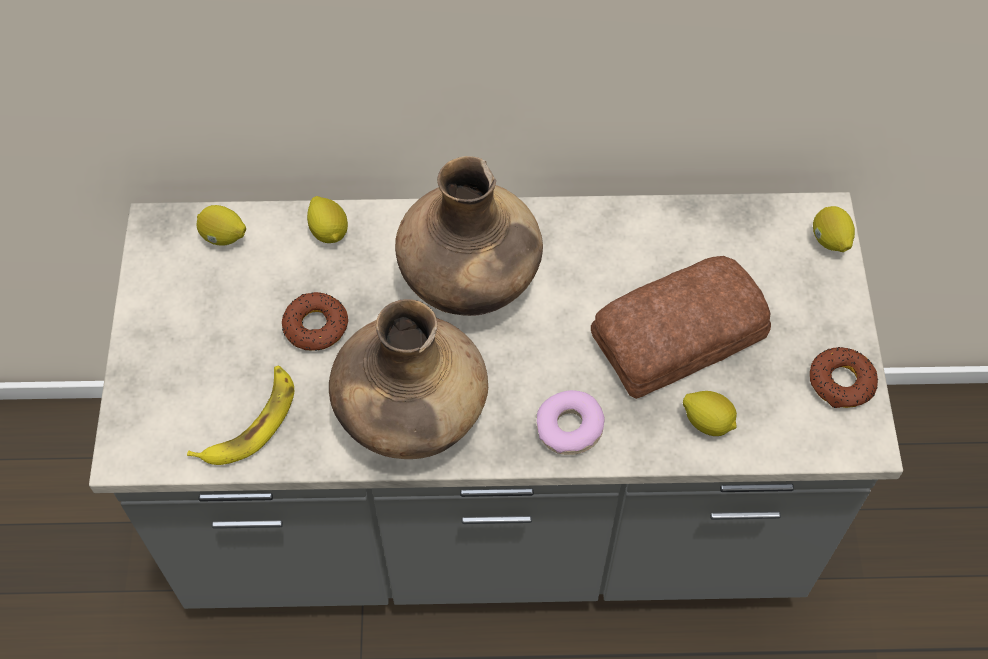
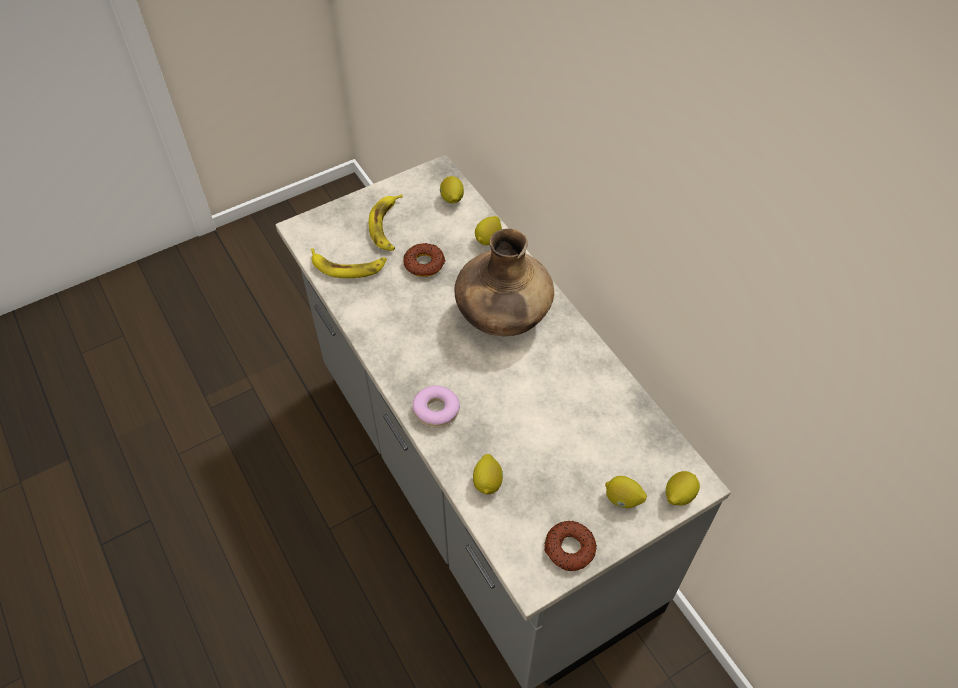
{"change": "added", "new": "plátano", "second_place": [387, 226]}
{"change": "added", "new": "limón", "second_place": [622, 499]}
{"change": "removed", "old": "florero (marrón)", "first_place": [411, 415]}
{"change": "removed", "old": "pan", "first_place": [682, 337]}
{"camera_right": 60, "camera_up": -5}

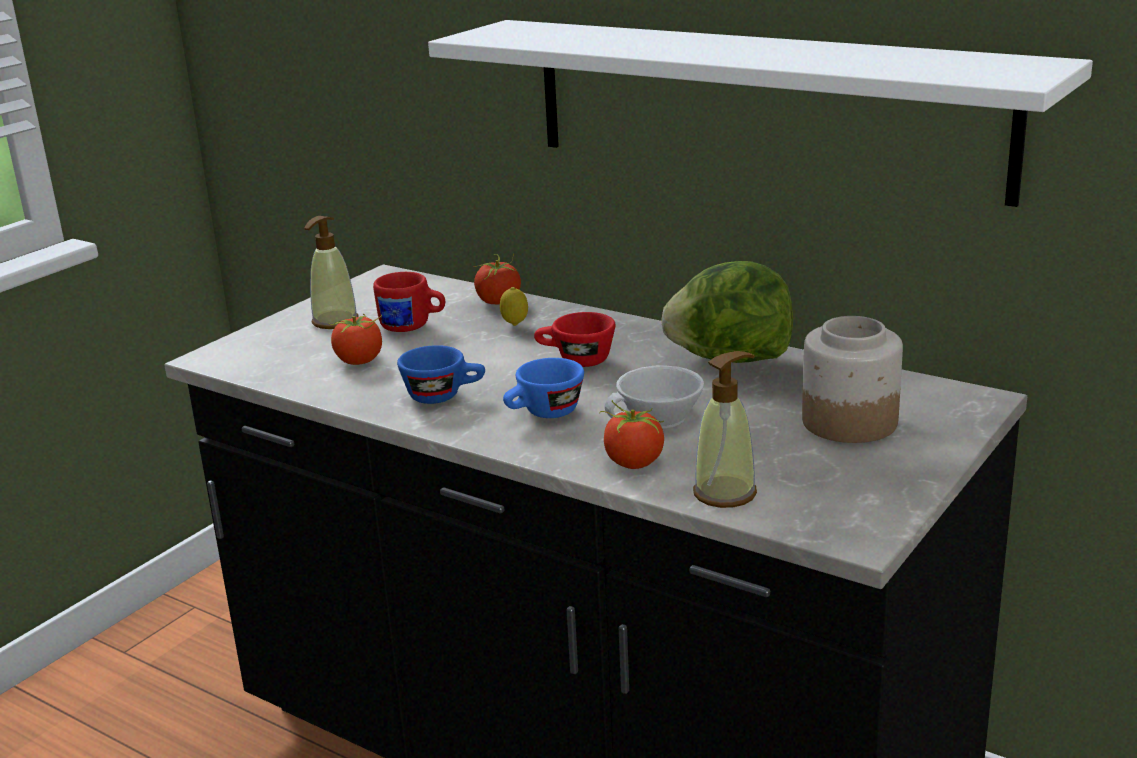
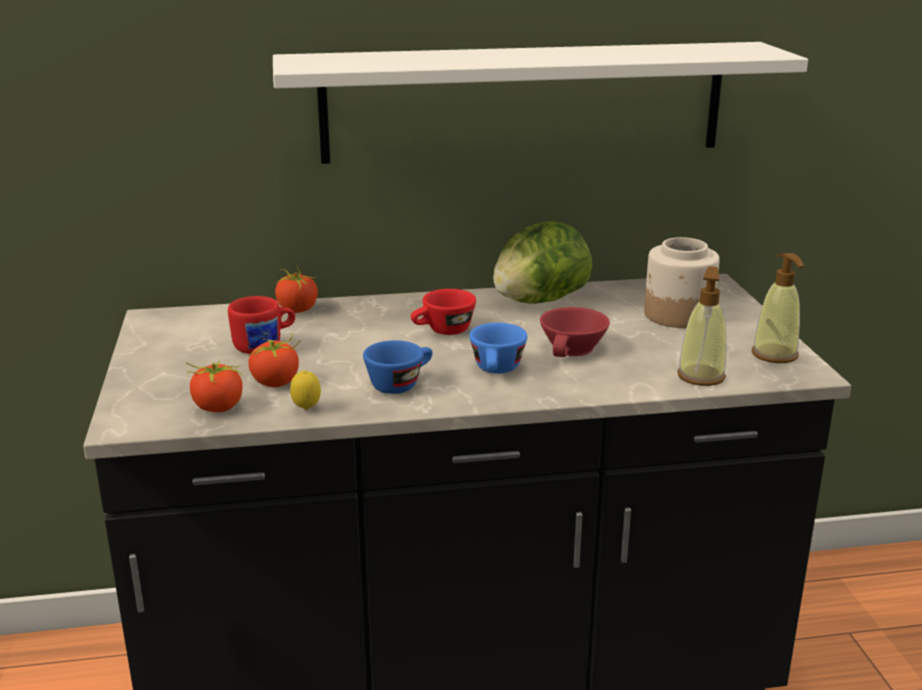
{"change": "moved", "old": "tomate", "first_place": [633, 463], "second_place": [218, 408]}
{"change": "moved", "old": "limón", "first_place": [515, 325], "second_place": [306, 409]}
{"change": "recoloured", "old": "taza (blanco)", "new": "taza (rojo)", "first_place": [659, 419], "second_place": [575, 349]}
{"change": "moved", "old": "dispensador de jabón", "first_place": [335, 321], "second_place": [774, 355]}
{"camera_right": -45, "camera_up": 0}

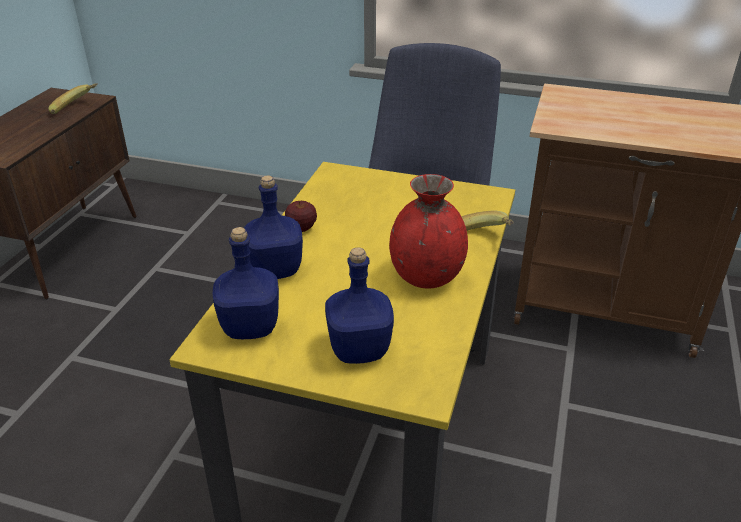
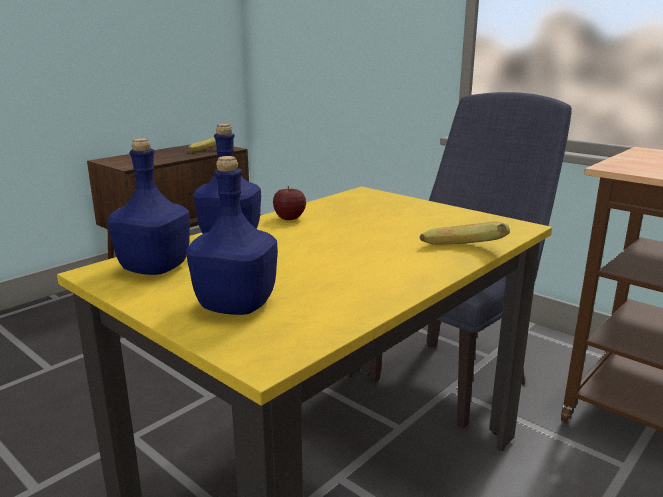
{"change": "removed", "old": "florero (rojo)", "first_place": [427, 277]}
{"camera_right": 25, "camera_up": -15}

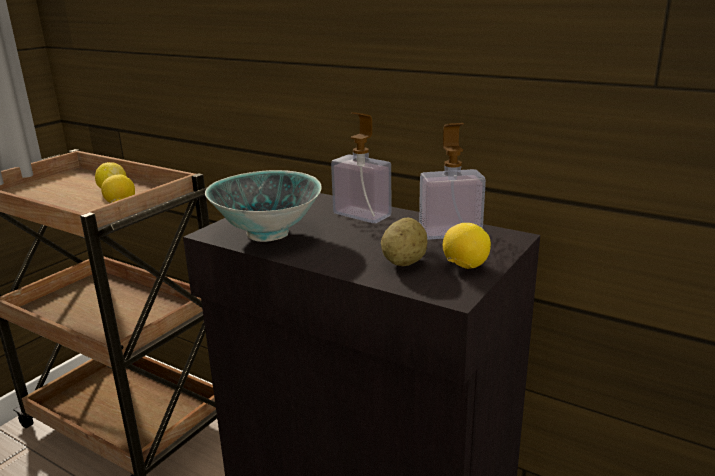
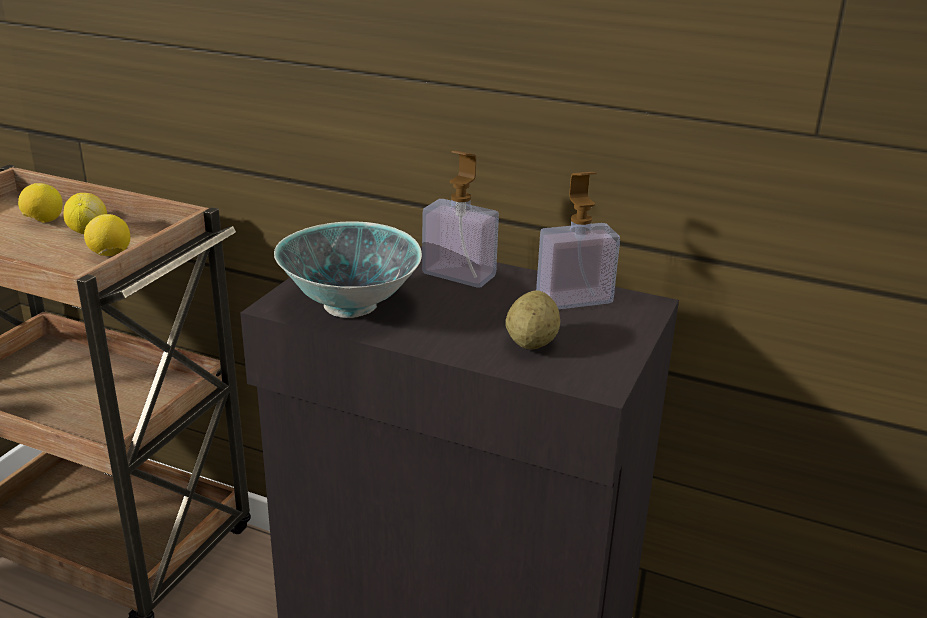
{"change": "moved", "old": "limón", "first_place": [465, 267], "second_place": [43, 221]}
{"camera_right": -10, "camera_up": 5}

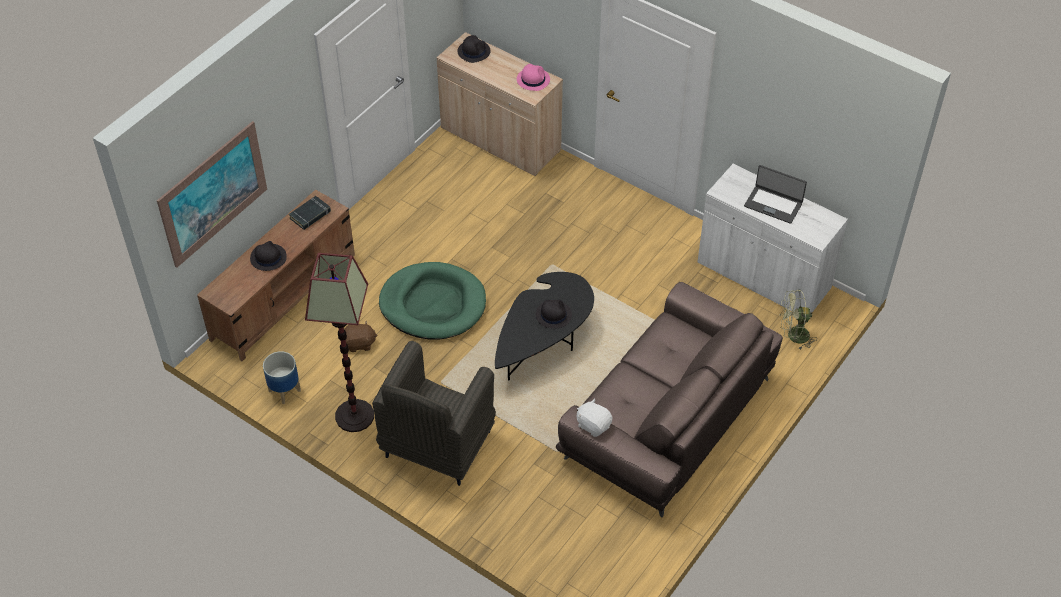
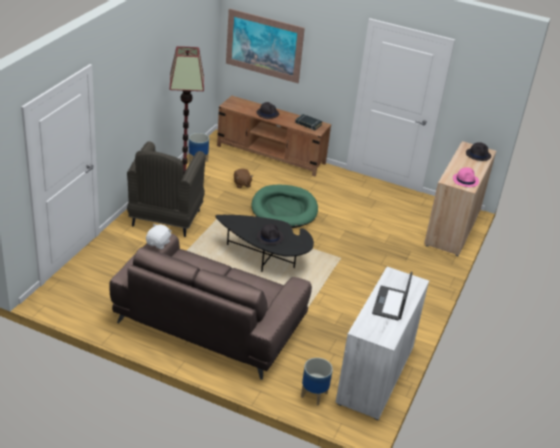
{"change": "turned", "old": "sillón (gris)", "first_place": [437, 446], "second_place": [165, 219], "degrees": -90}
{"change": "replaced", "old": "ventilador (verde)", "new": "maceta", "first_place": [793, 336], "second_place": [314, 395]}
{"camera_right": 75, "camera_up": -15}

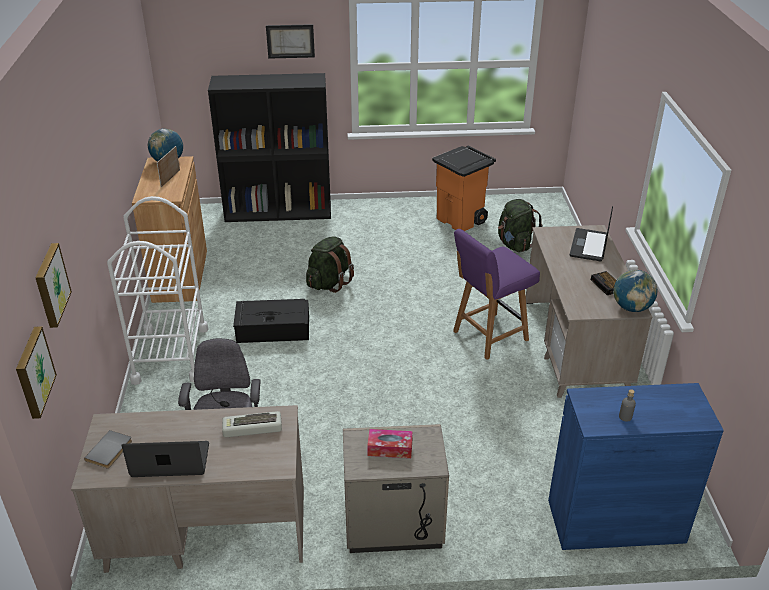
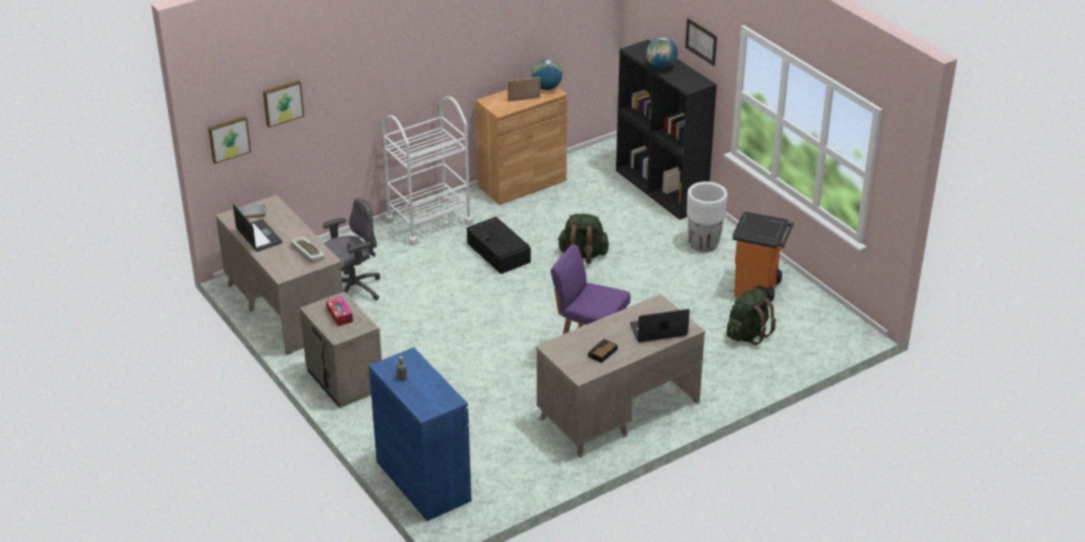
{"change": "moved", "old": "globo terráqueo", "first_place": [631, 308], "second_place": [661, 67]}
{"change": "added", "new": "maceta (blanco)", "second_place": [704, 244]}
{"camera_right": 60, "camera_up": 0}

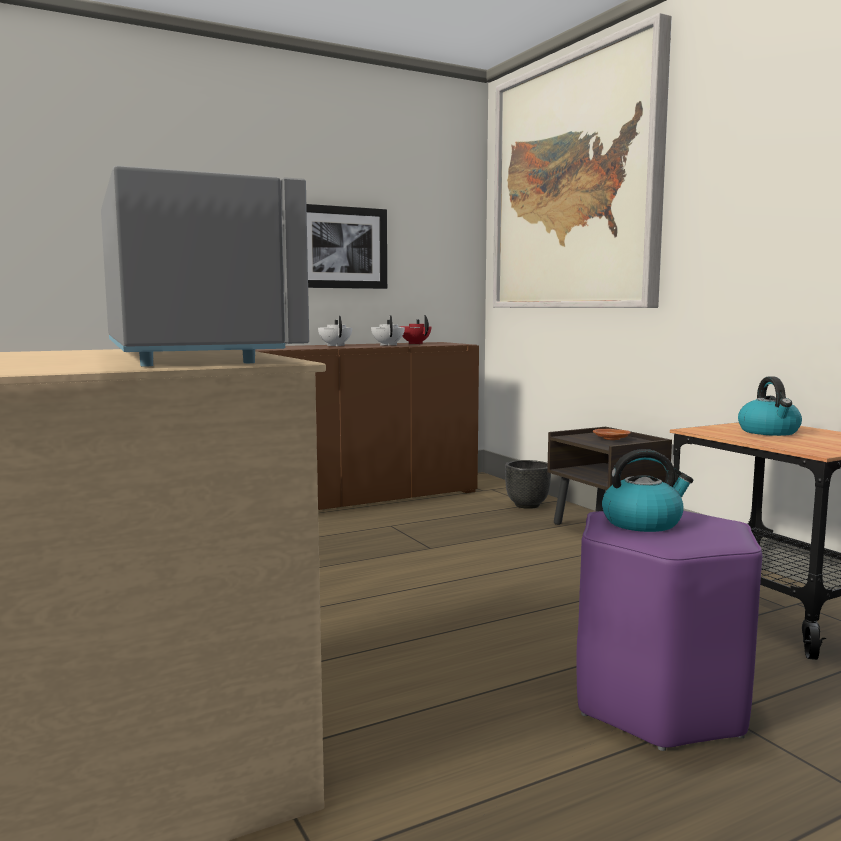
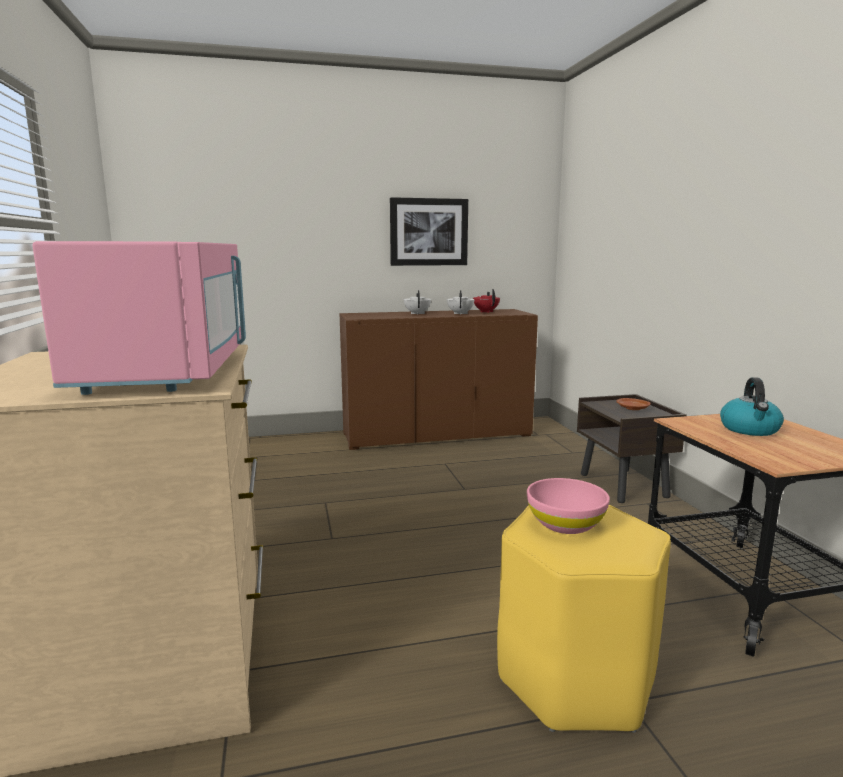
{"change": "recoloured", "old": "microondas (gris)", "new": "microondas (rosa)", "first_place": [198, 356], "second_place": [169, 371]}
{"change": "recoloured", "old": "taburete (morado)", "new": "taburete (amarillo)", "first_place": [659, 703], "second_place": [575, 679]}
{"change": "replaced", "old": "hervidor", "new": "cuenco (rosa)", "first_place": [643, 523], "second_place": [565, 524]}
{"change": "removed", "old": "cuadro", "first_place": [573, 185]}
{"change": "removed", "old": "maceta (negro)", "first_place": [527, 505]}
{"camera_right": 15, "camera_up": 5}

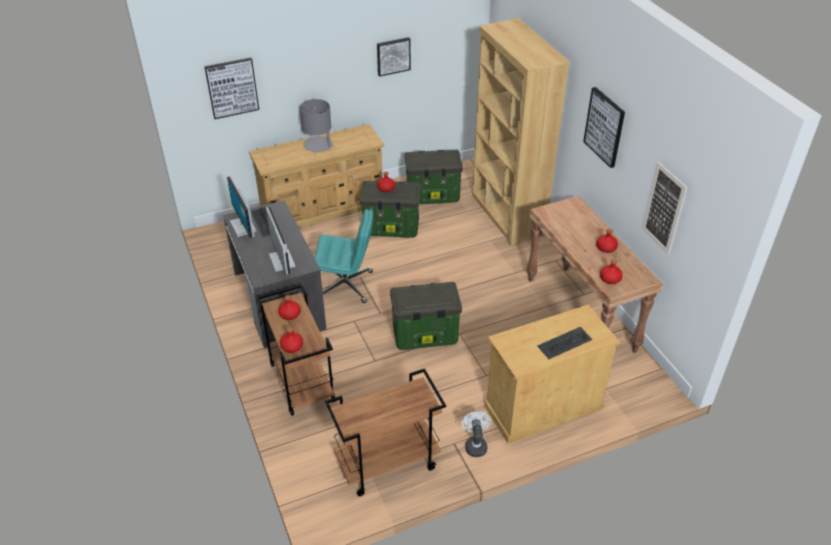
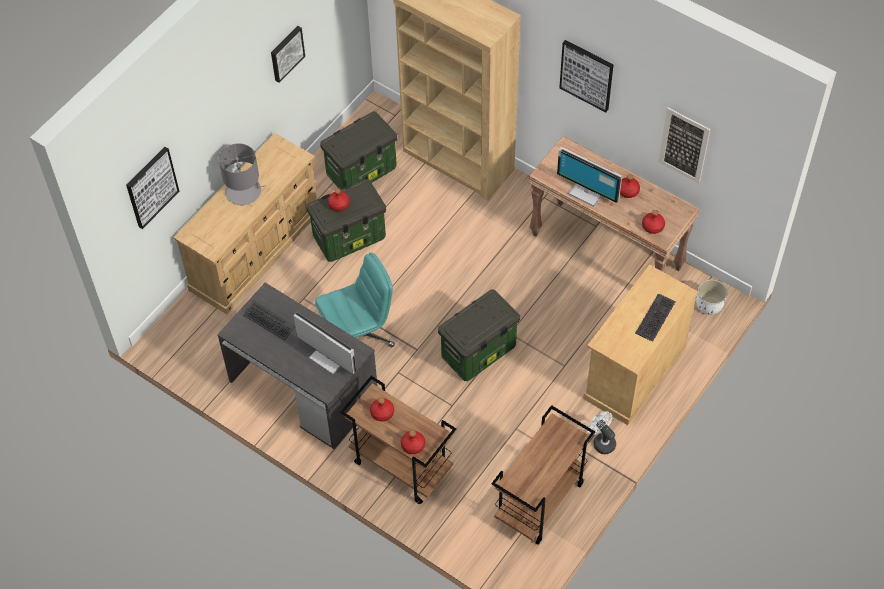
{"change": "moved", "old": "monitor", "first_place": [244, 226], "second_place": [587, 192]}
{"change": "added", "new": "maceta (blanco)", "second_place": [709, 306]}
{"camera_right": -30, "camera_up": 15}

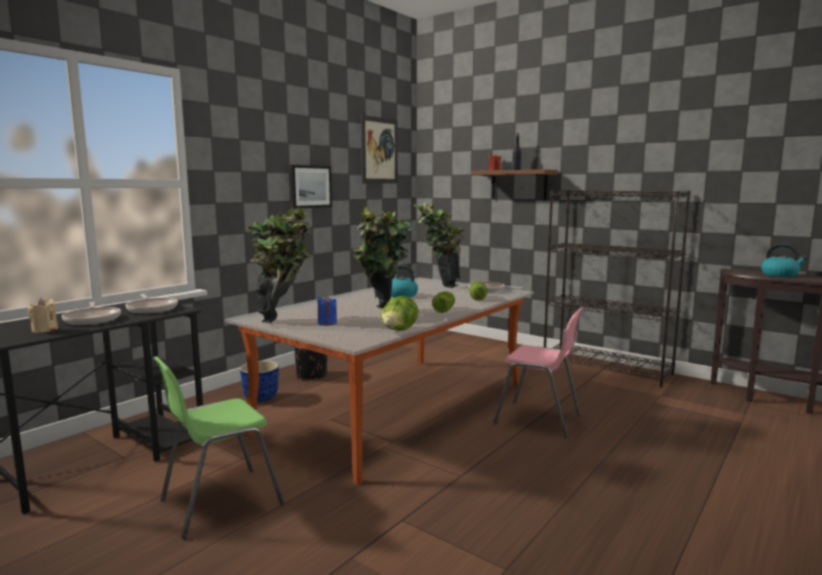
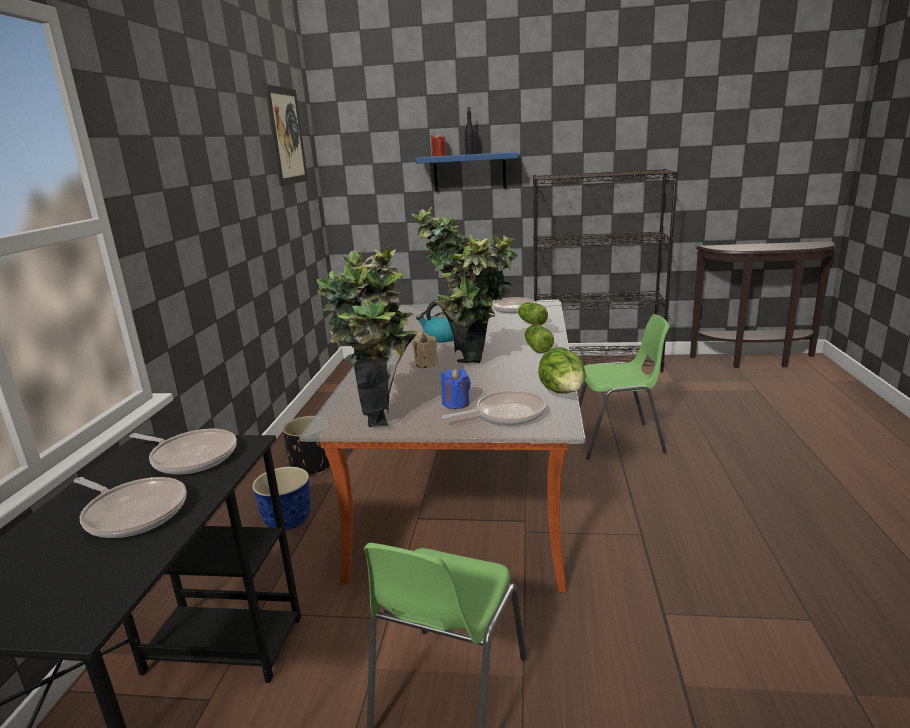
{"change": "moved", "old": "vela (beis)", "first_place": [45, 330], "second_place": [426, 364]}
{"change": "recoloured", "old": "estante (marrón)", "new": "estante (azul)", "first_place": [519, 185], "second_place": [469, 172]}
{"change": "added", "new": "sartén", "second_place": [506, 414]}
{"change": "recoloured", "old": "silla (rosa)", "new": "silla (verde)", "first_place": [539, 419], "second_place": [618, 440]}
{"change": "removed", "old": "cuadro", "first_place": [310, 186]}
{"change": "removed", "old": "hervidor", "first_place": [780, 275]}
{"camera_right": -30, "camera_up": 10}

